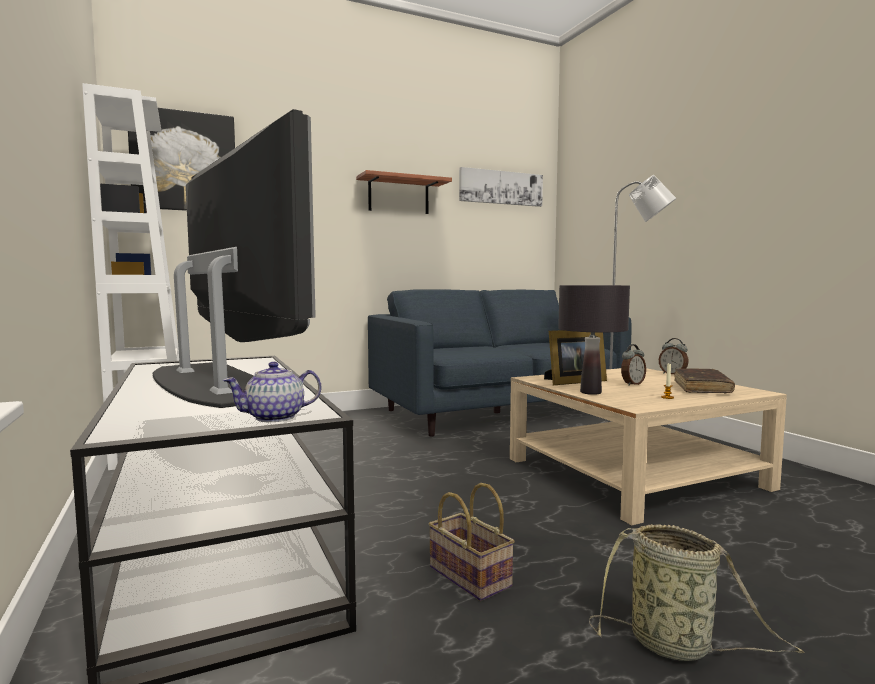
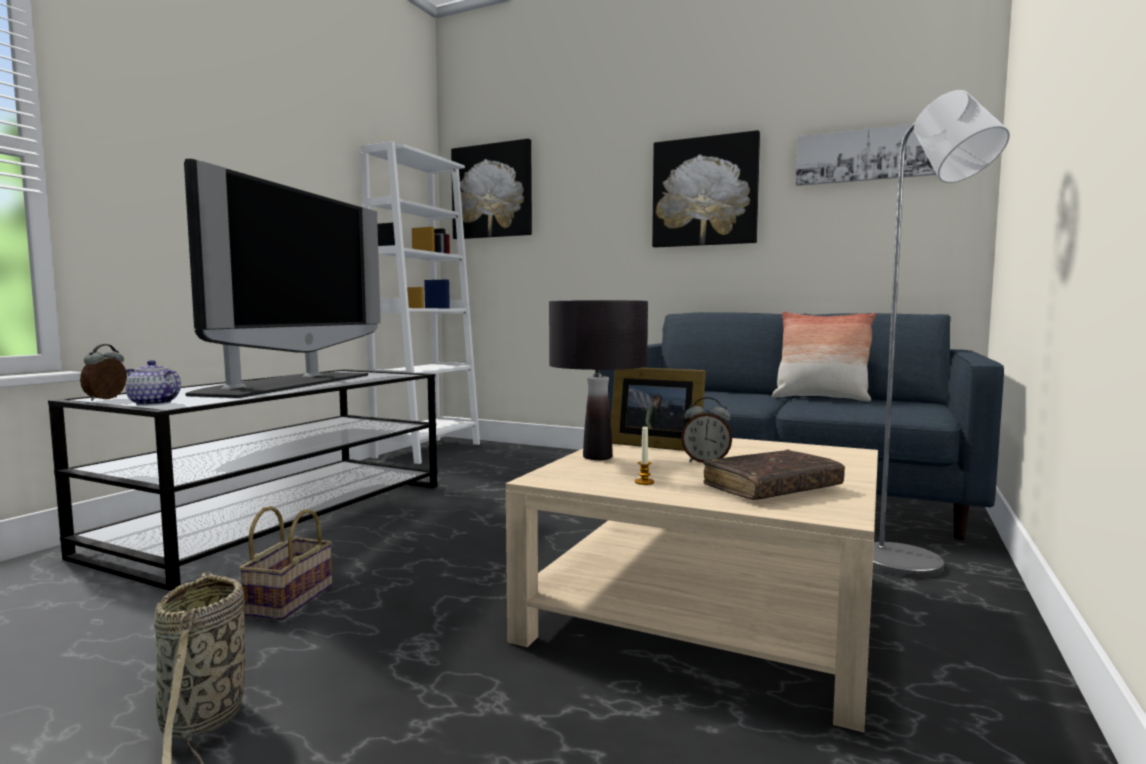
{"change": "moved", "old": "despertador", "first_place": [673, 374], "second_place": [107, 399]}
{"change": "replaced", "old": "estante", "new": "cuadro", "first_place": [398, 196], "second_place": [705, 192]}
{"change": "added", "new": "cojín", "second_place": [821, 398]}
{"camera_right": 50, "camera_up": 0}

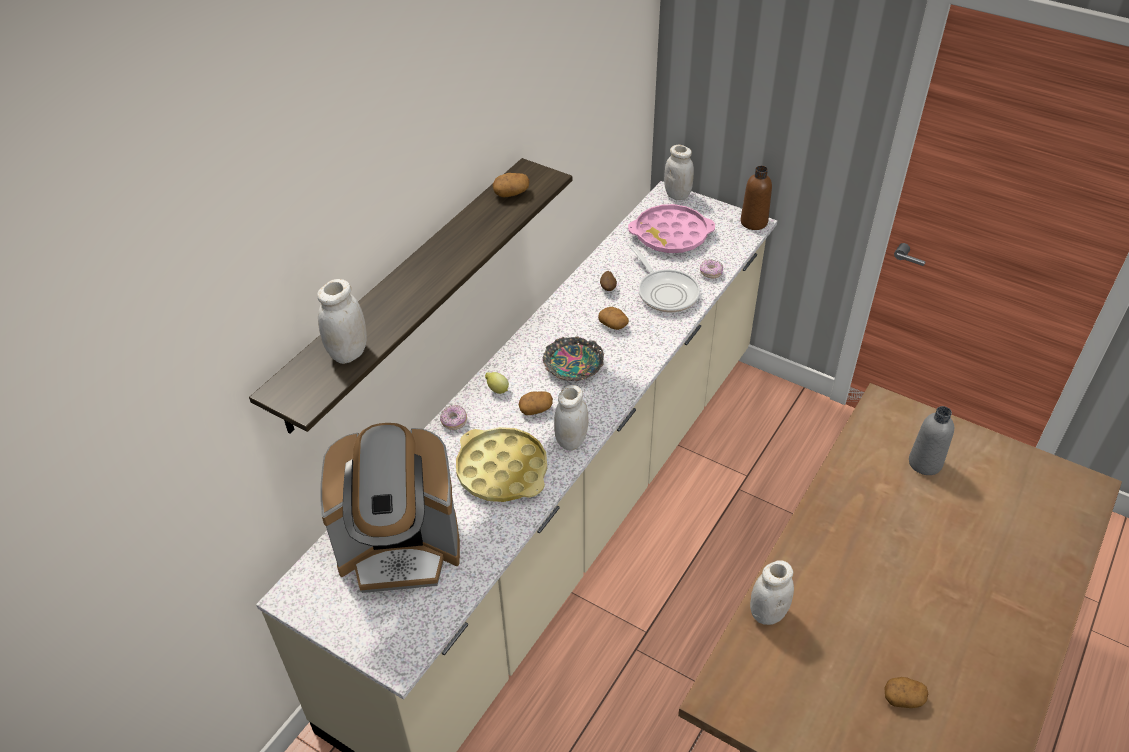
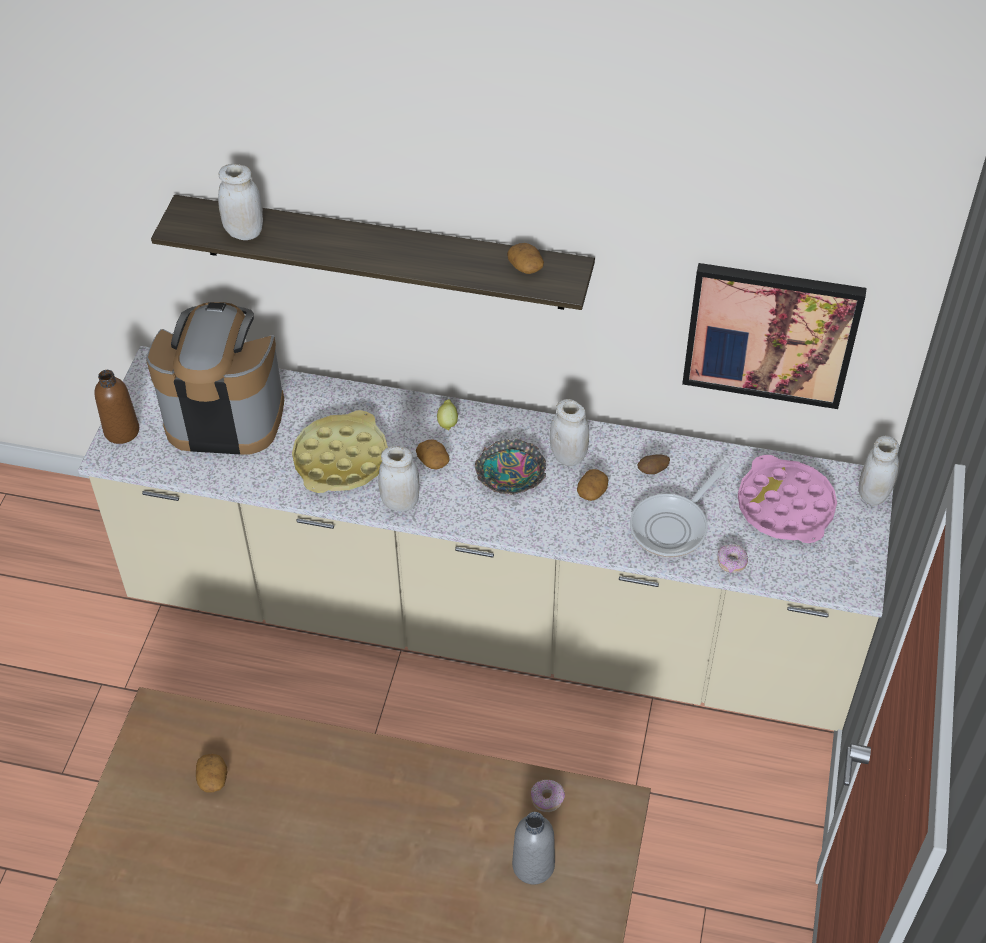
{"change": "moved", "old": "botella (marrón)", "first_place": [754, 222], "second_place": [122, 431]}
{"change": "turned", "old": "cafetera", "first_place": [400, 548], "second_place": [224, 416], "degrees": 120}
{"change": "moved", "old": "patata", "first_place": [903, 698], "second_place": [213, 779]}
{"change": "moved", "old": "rosquilla", "first_place": [454, 421], "second_place": [547, 799]}
{"change": "moved", "old": "tarro (blanco)", "first_place": [767, 613], "second_place": [568, 456]}
{"change": "added", "new": "cuadro", "second_place": [771, 334]}
{"camera_right": 70, "camera_up": 5}

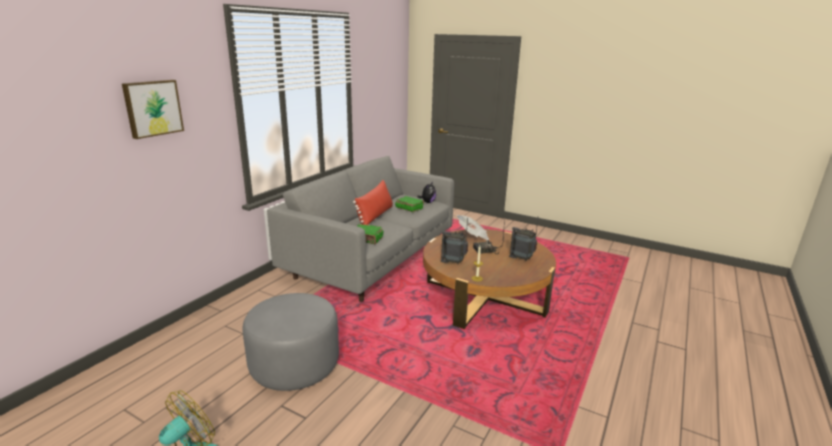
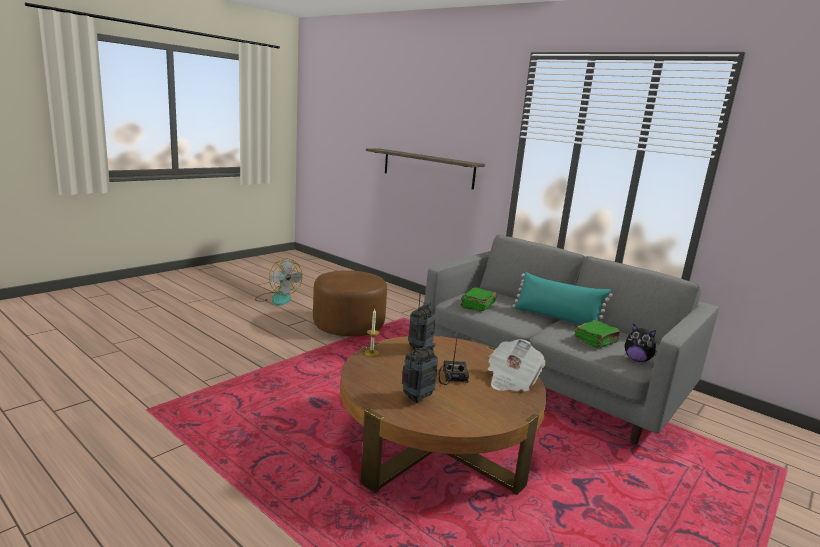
{"change": "recoloured", "old": "puf (gris)", "new": "puf (marrón)", "first_place": [295, 365], "second_place": [348, 326]}
{"change": "added", "new": "estante", "second_place": [427, 168]}
{"change": "recoloured", "old": "cojín (rojo)", "new": "cojín (turquesa)", "first_place": [375, 216], "second_place": [556, 318]}
{"change": "removed", "old": "cuadro", "first_place": [152, 108]}
{"camera_right": 100, "camera_up": -5}

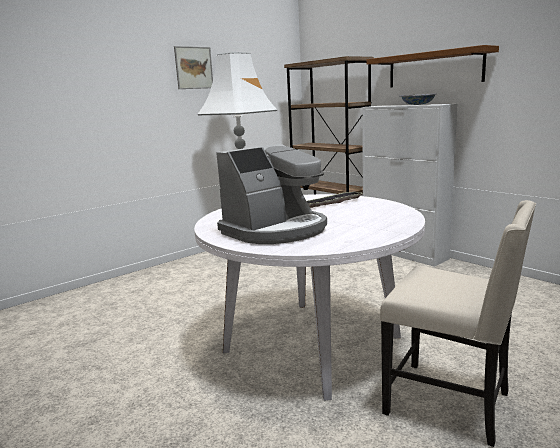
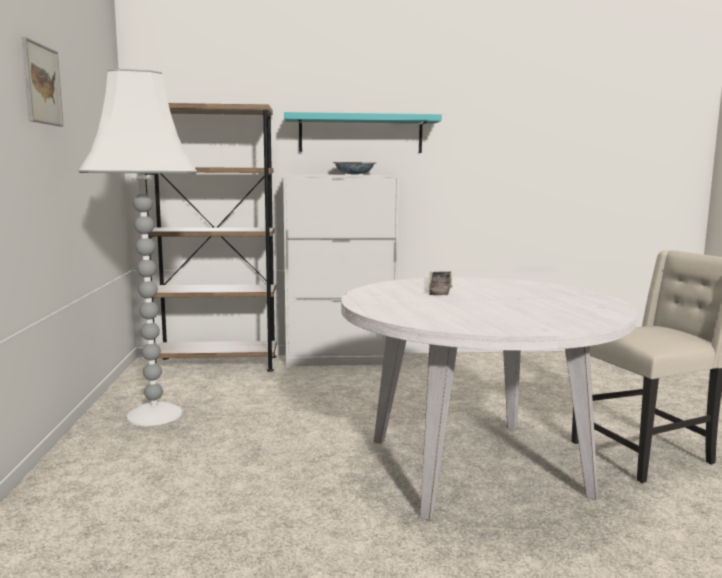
{"change": "recoloured", "old": "estante (marrón)", "new": "estante (turquesa)", "first_place": [434, 69], "second_place": [360, 134]}
{"change": "removed", "old": "cafetera", "first_place": [276, 230]}
{"camera_right": -55, "camera_up": -5}

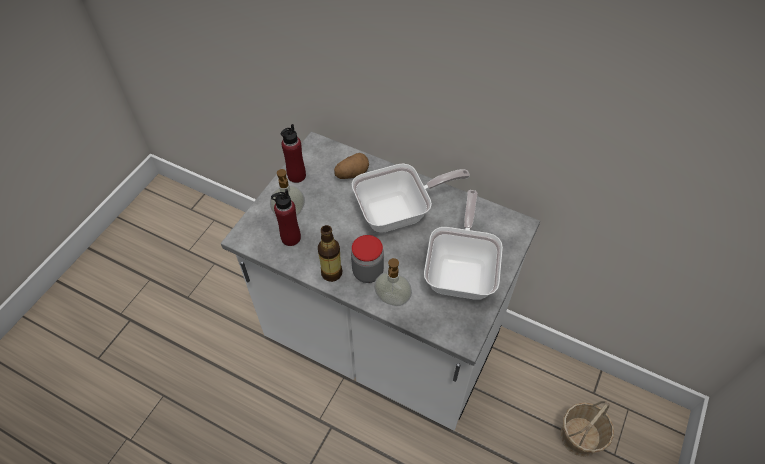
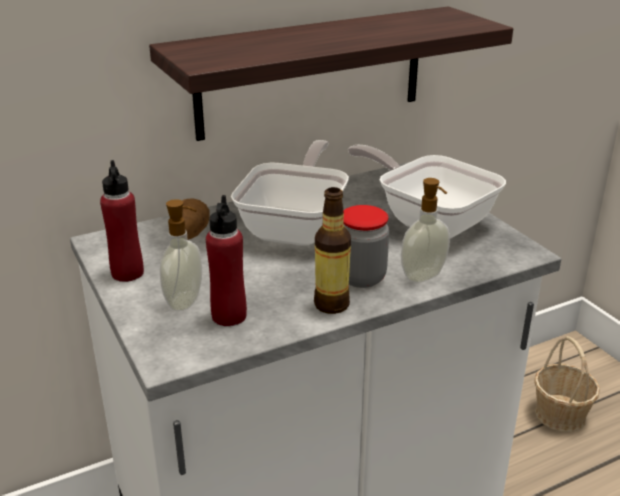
{"change": "added", "new": "estante", "second_place": [311, 72]}
{"camera_right": -55, "camera_up": -25}

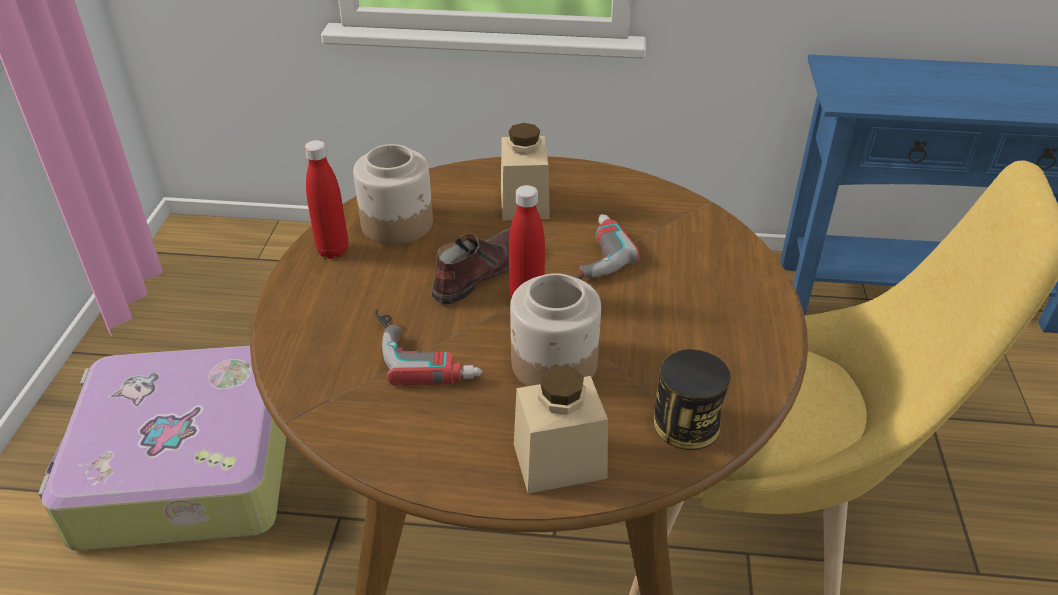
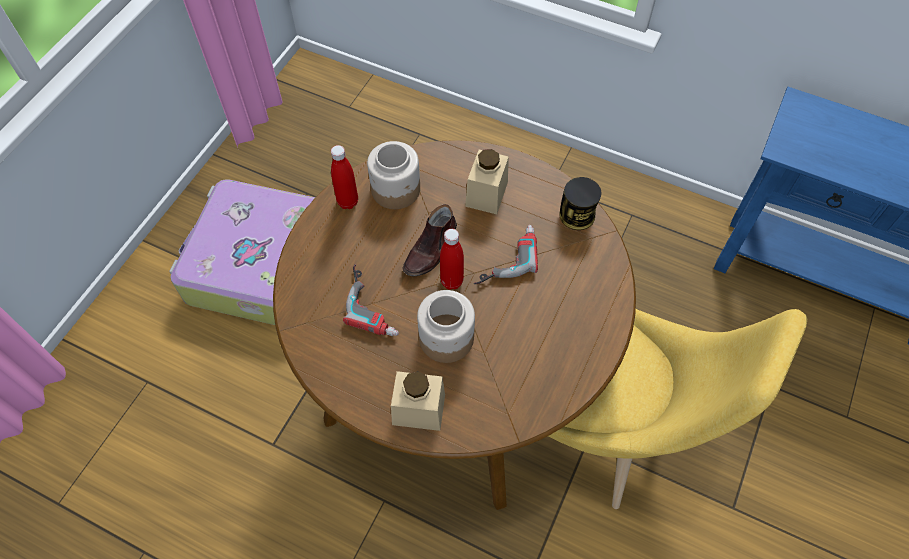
{"change": "turned", "old": "zapato (marrón)", "first_place": [479, 273], "second_place": [431, 249], "degrees": 150}
{"change": "moved", "old": "lata", "first_place": [686, 424], "second_place": [577, 215]}
{"camera_right": 20, "camera_up": 20}

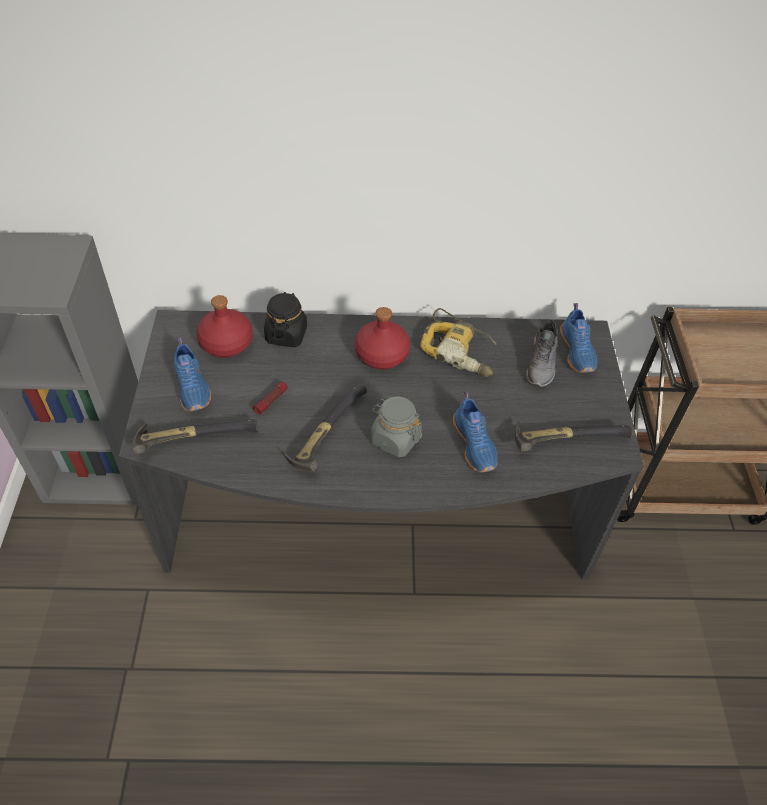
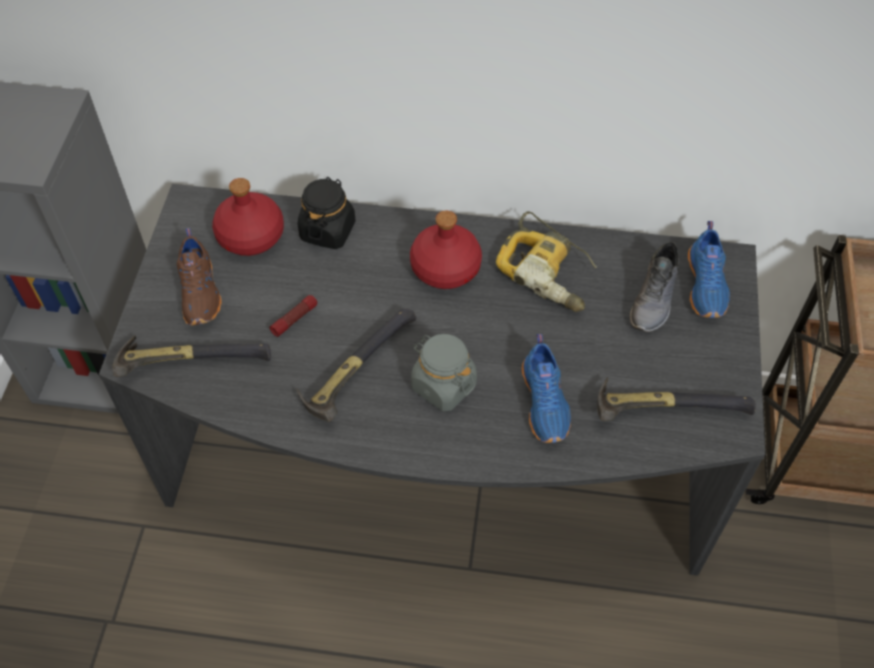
{"change": "recoloured", "old": "zapato (azul)", "new": "zapato (marrón)", "first_place": [193, 387], "second_place": [201, 292]}
{"camera_right": 10, "camera_up": 5}

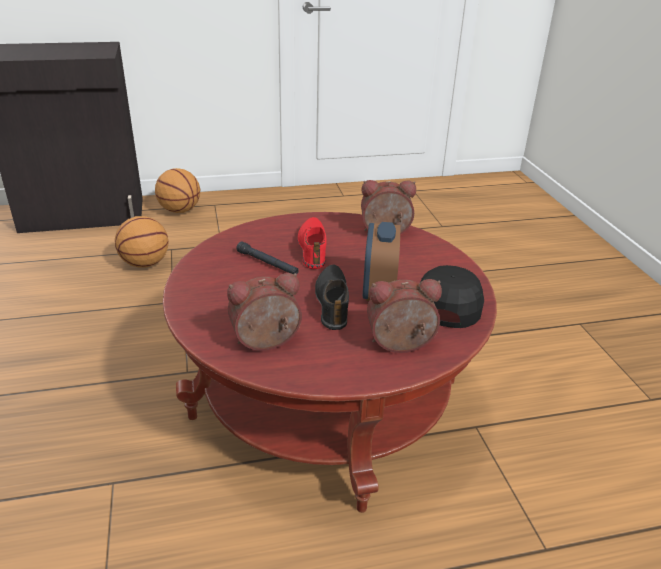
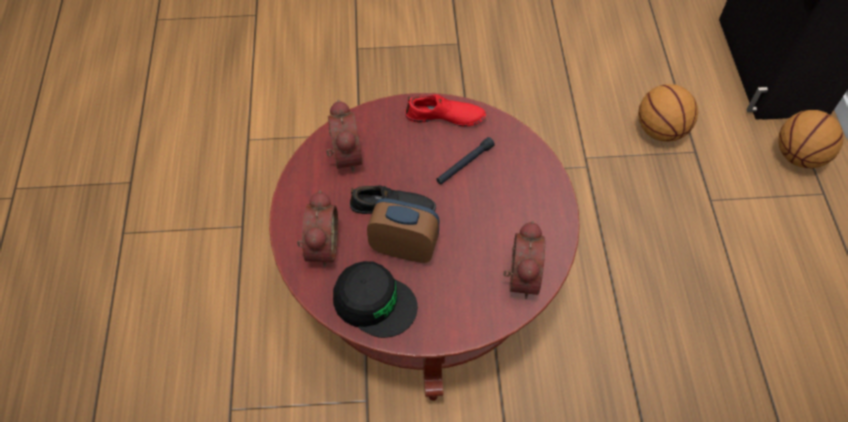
{"change": "moved", "old": "zapato (rojo)", "first_place": [313, 248], "second_place": [445, 117]}
{"camera_right": 100, "camera_up": 25}

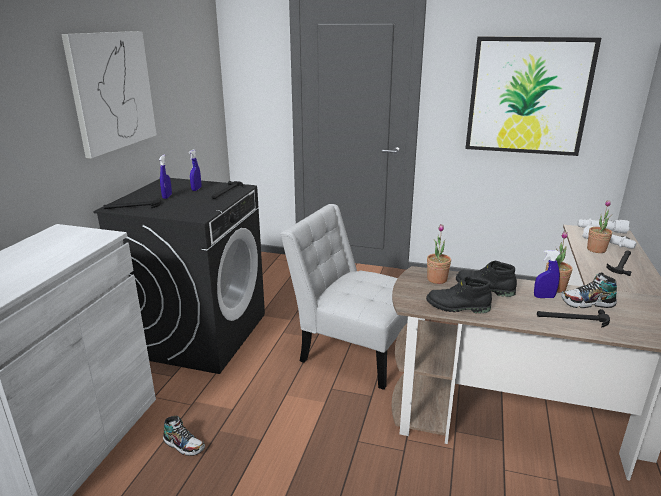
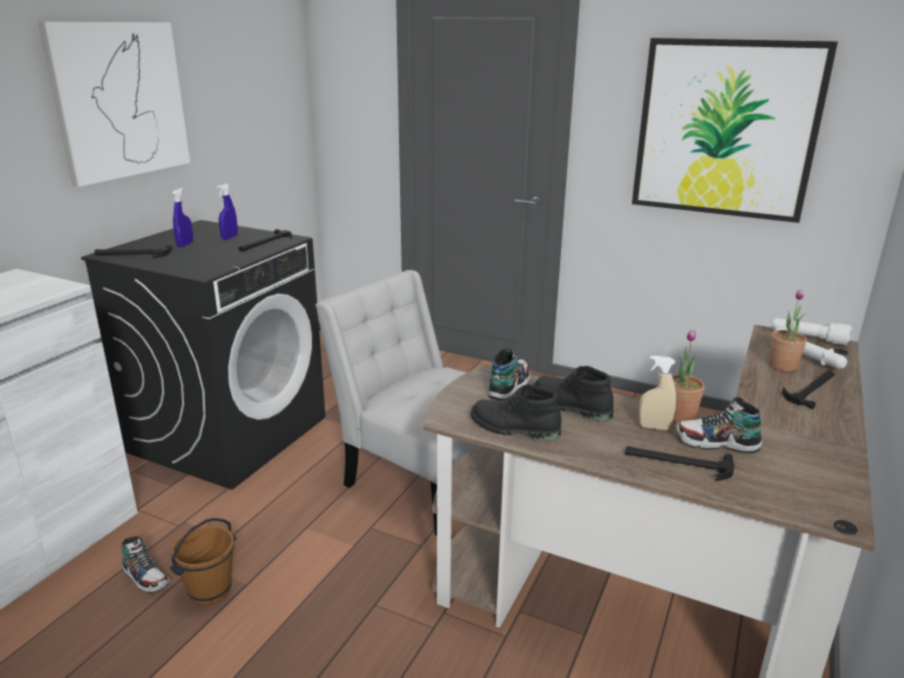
{"change": "added", "new": "cubo (marrón)", "second_place": [210, 590]}
{"change": "replaced", "old": "planta en maceta", "new": "zapato", "first_place": [437, 279], "second_place": [509, 386]}
{"change": "recoloured", "old": "pulverizador (azul)", "new": "pulverizador (beis)", "first_place": [544, 297], "second_place": [654, 427]}
{"camera_right": 10, "camera_up": 0}

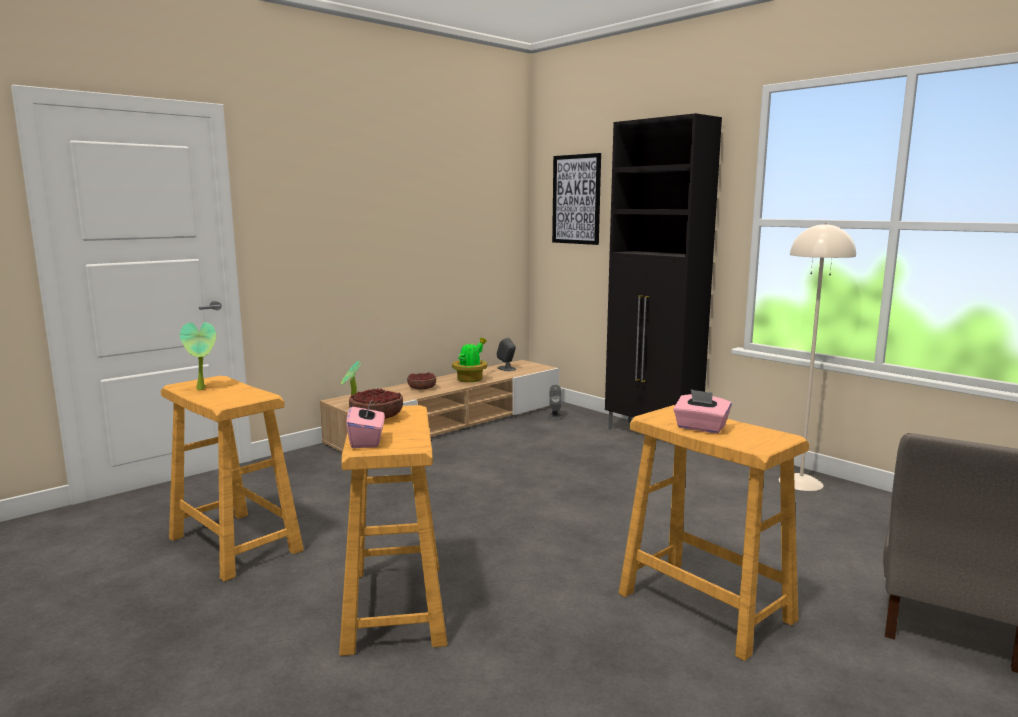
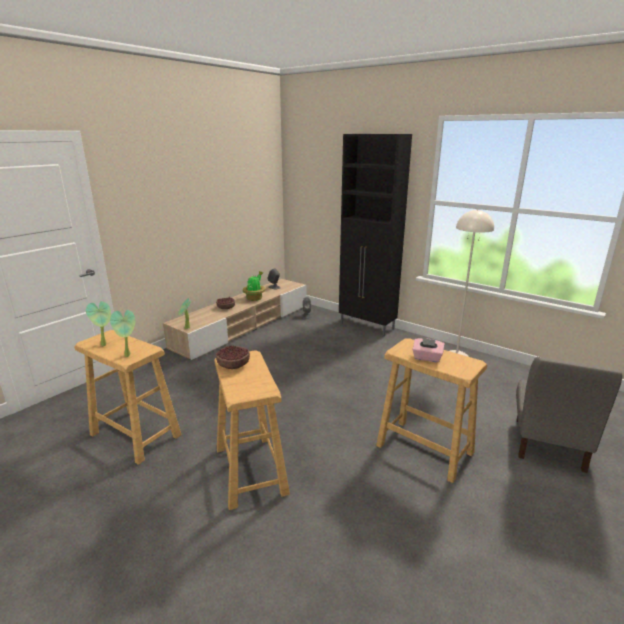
{"change": "added", "new": "planta en maceta", "second_place": [129, 355]}
{"change": "removed", "old": "caja de pañuelos (rosa)", "first_place": [367, 441]}
{"change": "removed", "old": "cuadro", "first_place": [576, 199]}
{"camera_right": -10, "camera_up": 10}

